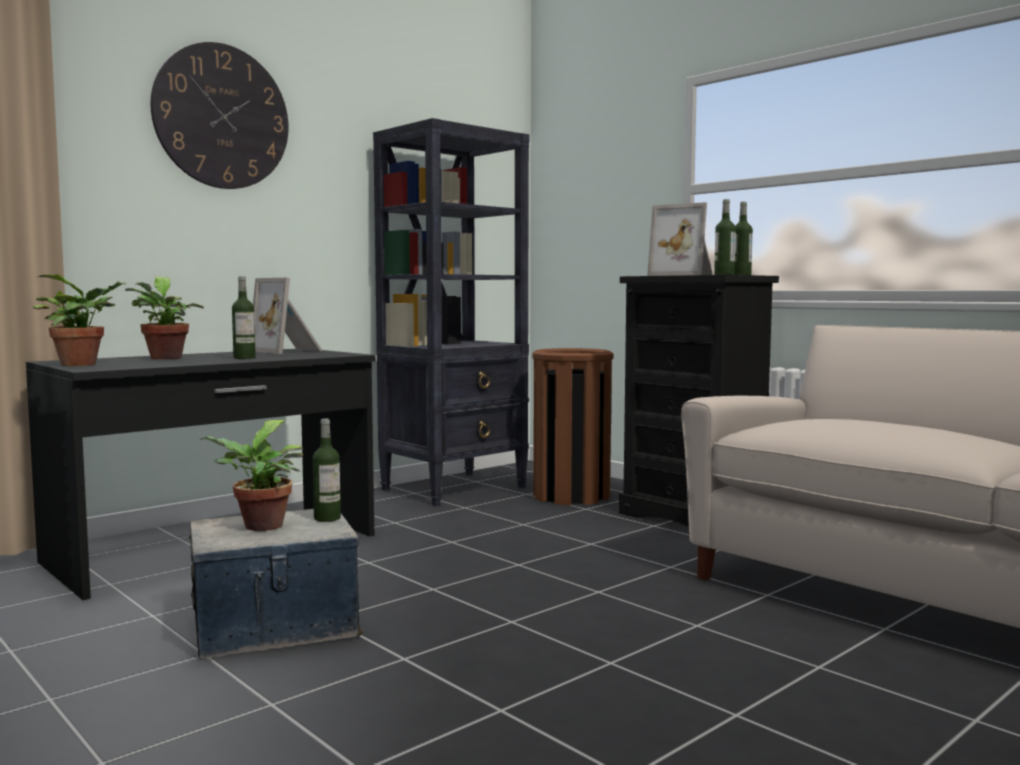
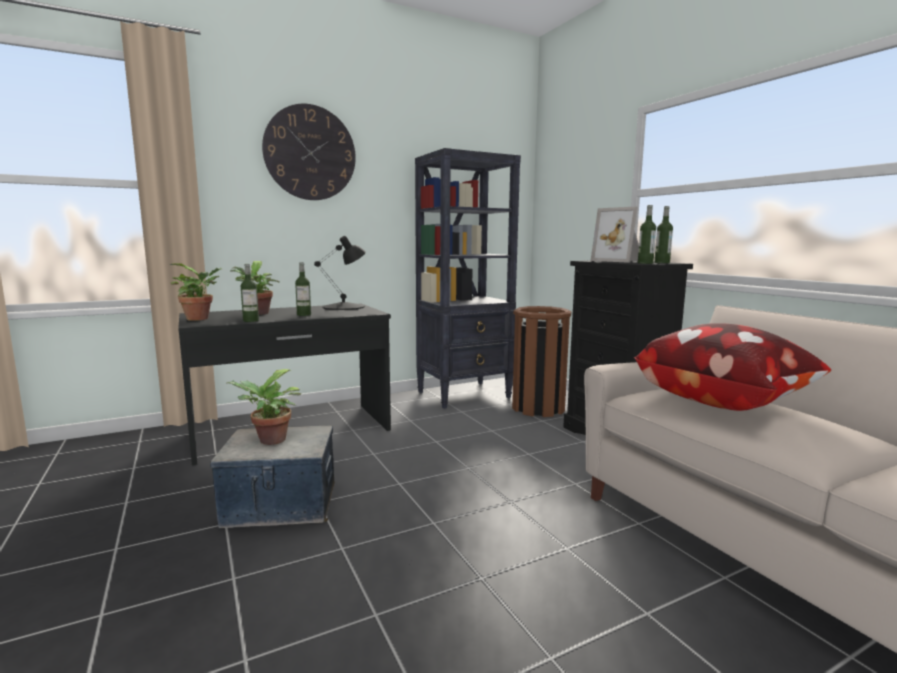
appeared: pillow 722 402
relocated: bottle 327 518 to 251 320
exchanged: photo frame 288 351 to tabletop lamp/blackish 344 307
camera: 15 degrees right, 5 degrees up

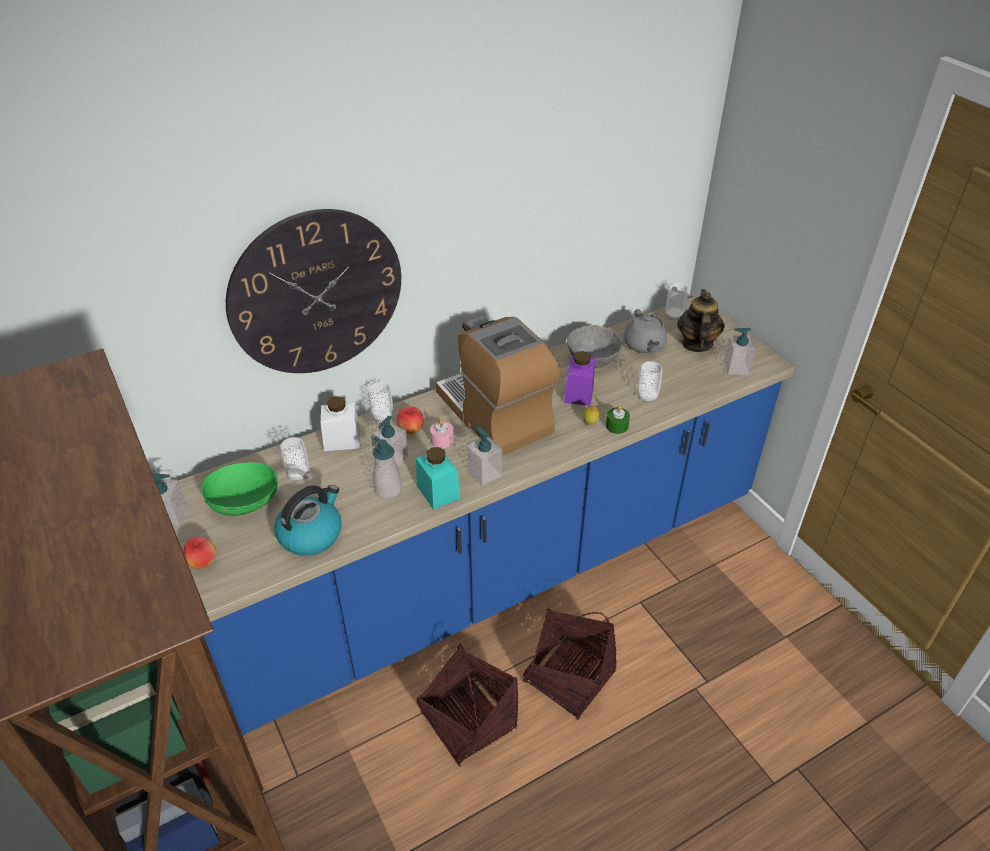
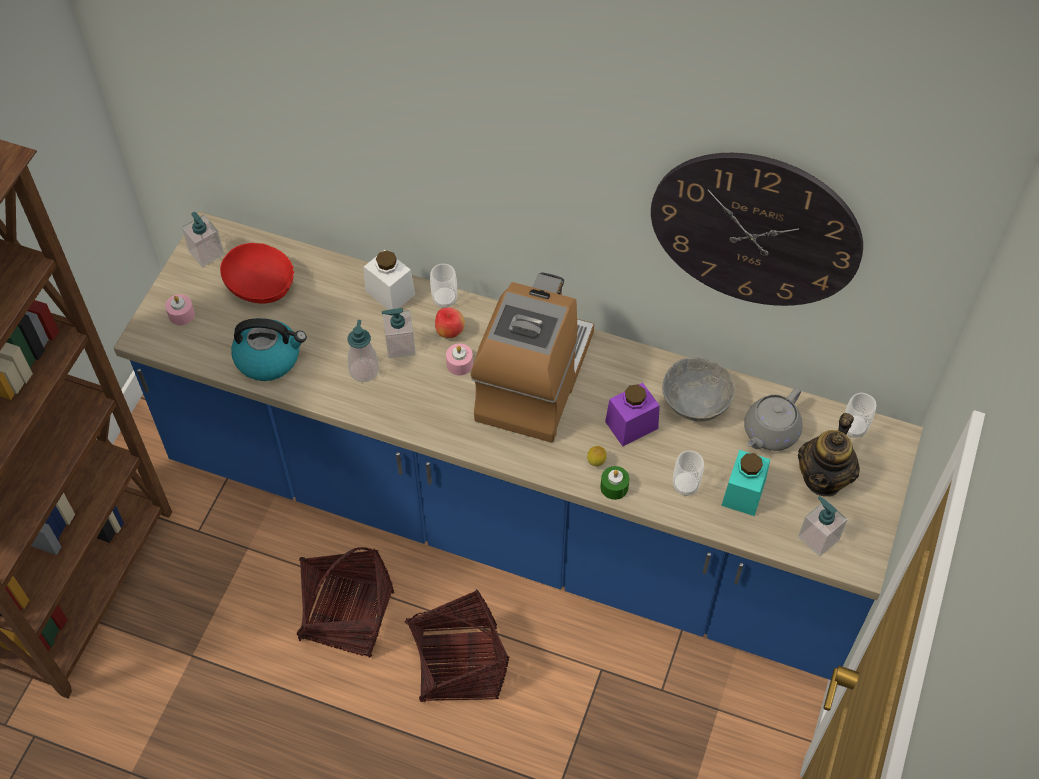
missing: cup 298 474; soap dispenser 484 473
relocated: wall clock 316 294 to 755 230; jar/turquoise-coloured 438 492 to 743 493
exchanged: apple 203 563 to wax light/pinkish 181 314
colour: bowl/green 245 502 to bowl/red 262 287
spun: pot for tea 696 344 = 824 478 150 degrees clockwise
camera: 50 degrees right, 15 degrees up

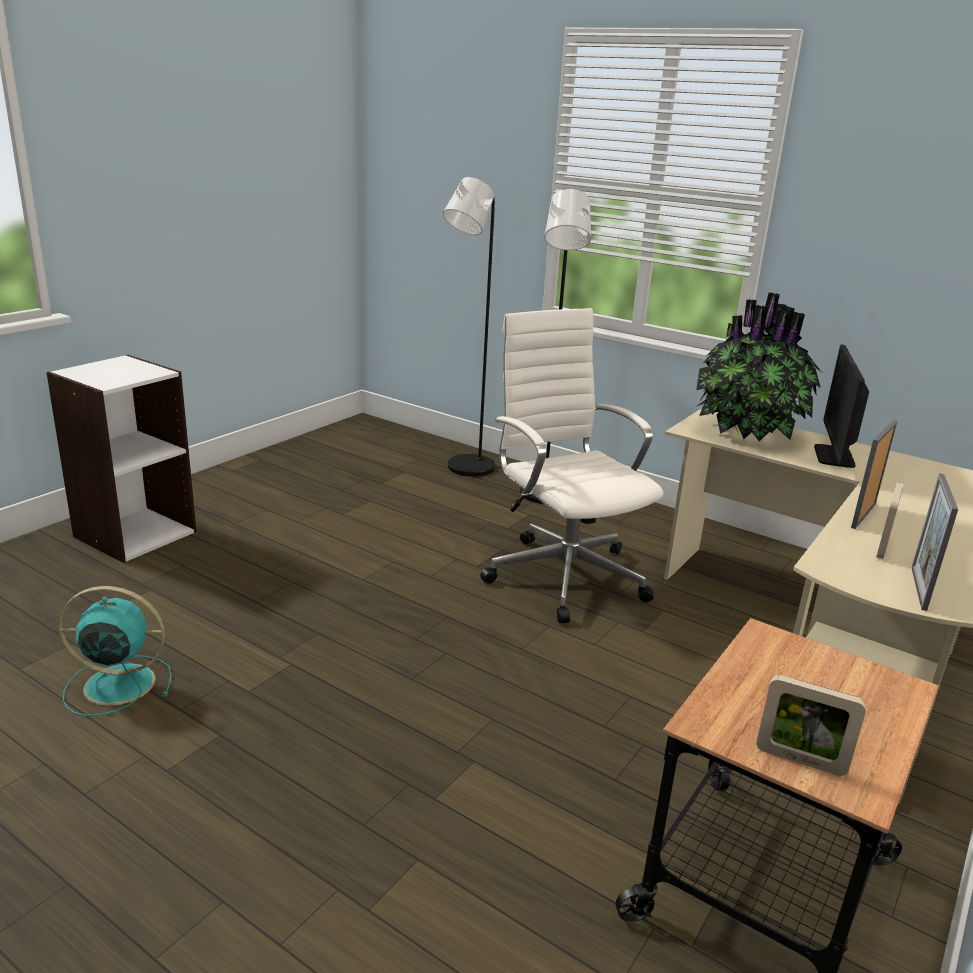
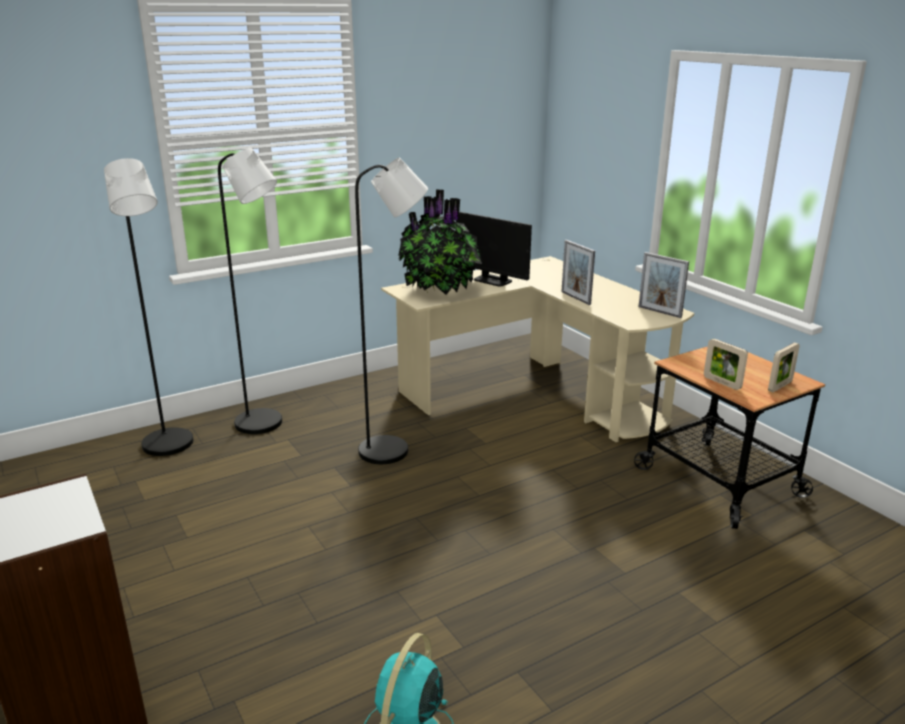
relocated: photo frame 882 547 to 722 383
exchanged: desk chair/white-coloured 564 574 to floor lamp/blackish 393 451
camera: 65 degrees left, 0 degrees up

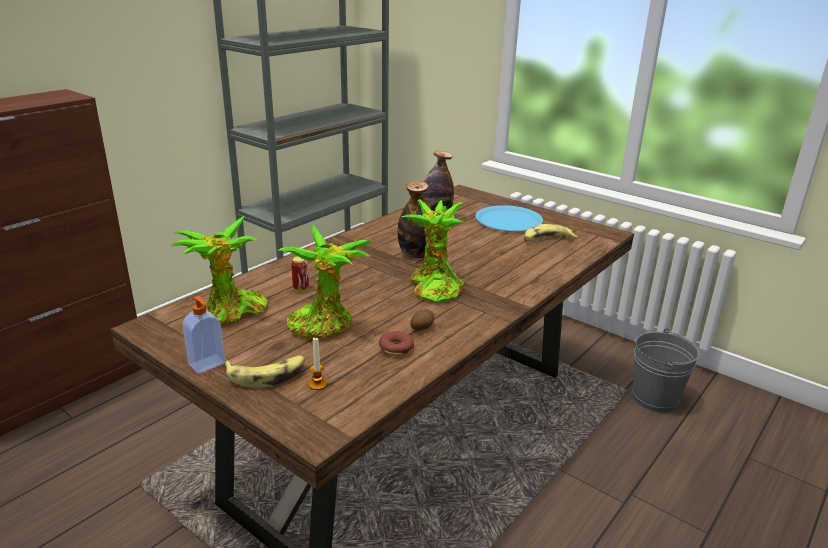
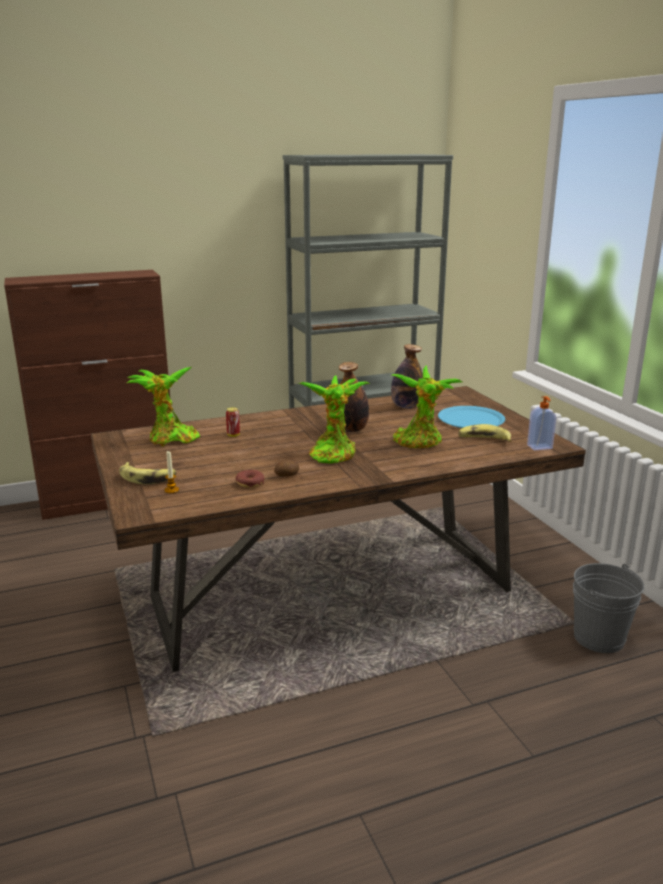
relocated: soap dispenser 207 364 to 540 447; potted plant 324 326 to 420 442
camera: 30 degrees right, 5 degrees down

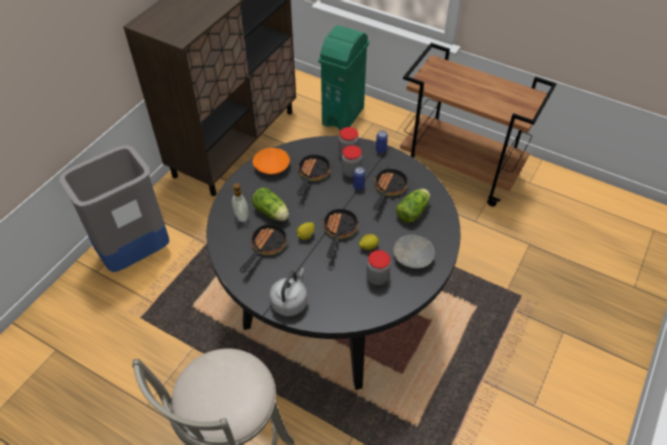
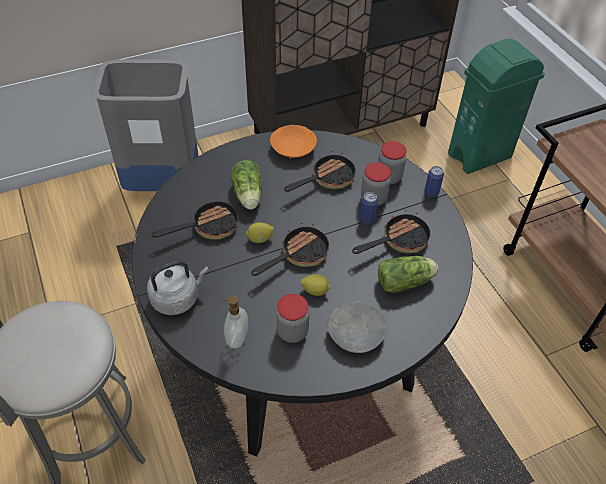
relocated: soap dispenser 241 216 to 236 338
camera: 35 degrees right, 0 degrees up

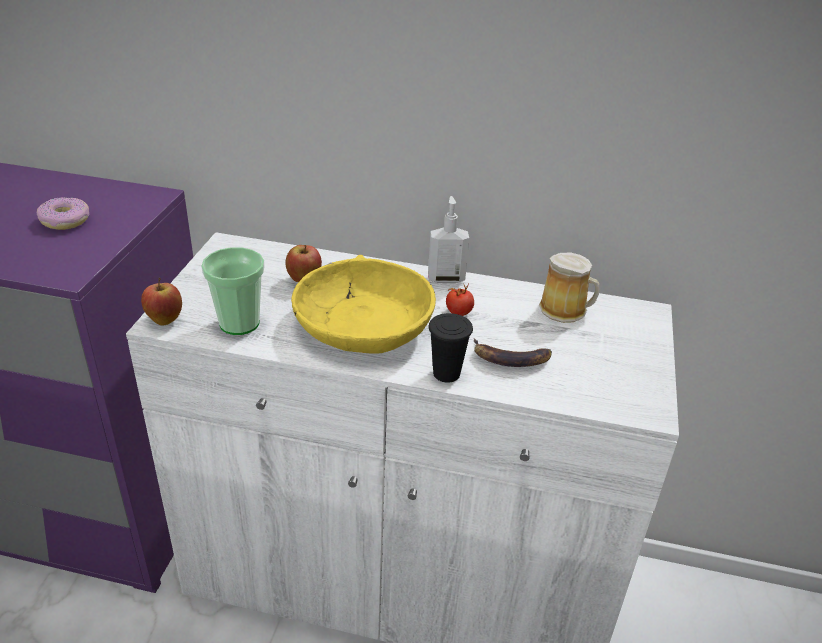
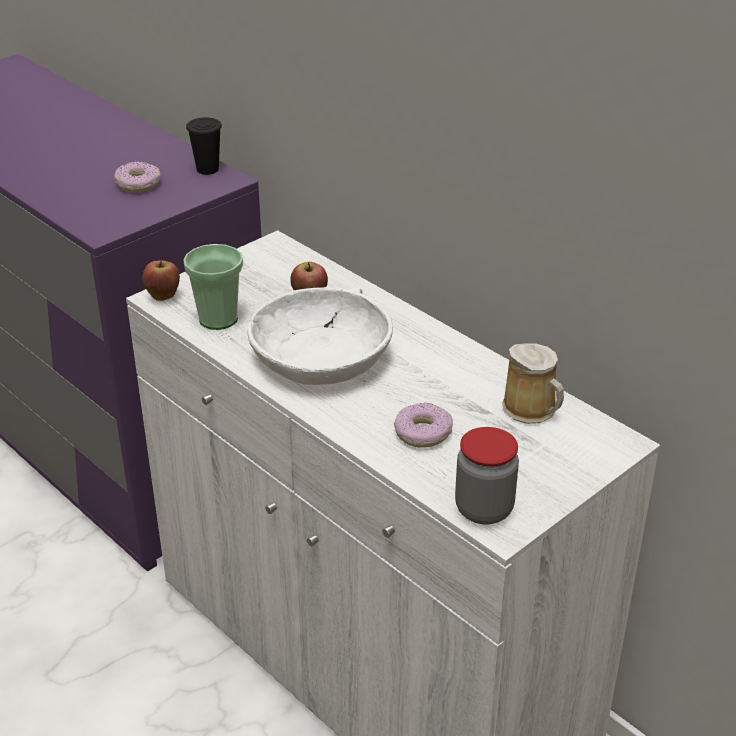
missing: soap dispenser 446 278; fresh tomato 458 312
appeared: jar 484 509
relocated: cup/blackish 446 373 to 207 169
exchanged: banana 510 358 to ring doughnut 422 432
colour: bowl/yellowish 363 324 to bowl/white-coloured 320 355
camera: 35 degrees right, 0 degrees up

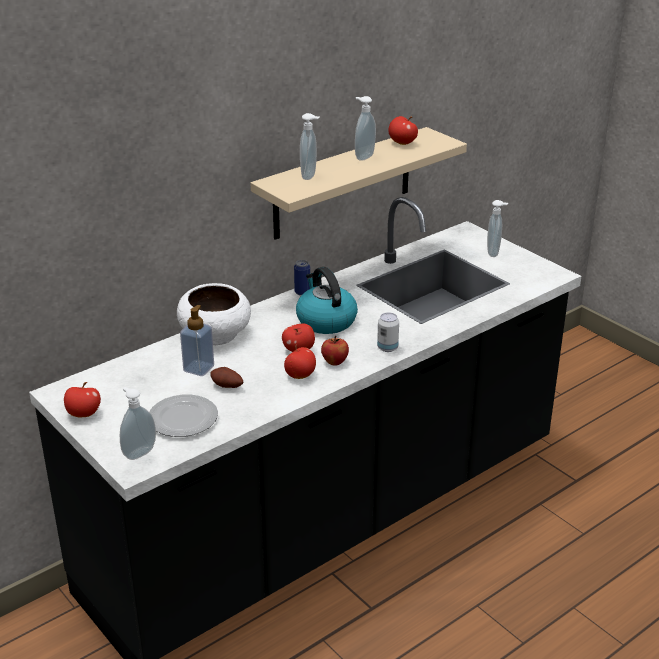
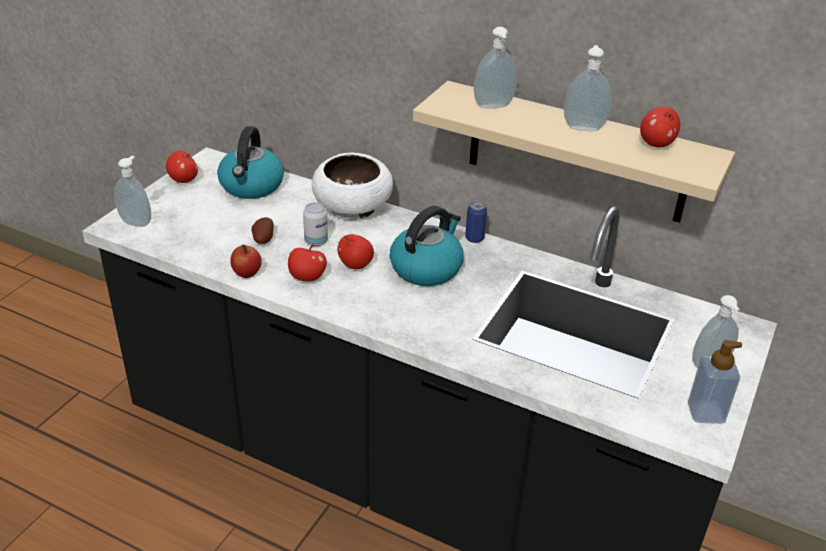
missing: dinner plate 182 419
appeared: water kettle 252 186
relocated: soap dispenser 199 368 to 706 412; apple 334 362 to 247 274; can 387 348 to 316 241
camera: 65 degrees right, 5 degrees up

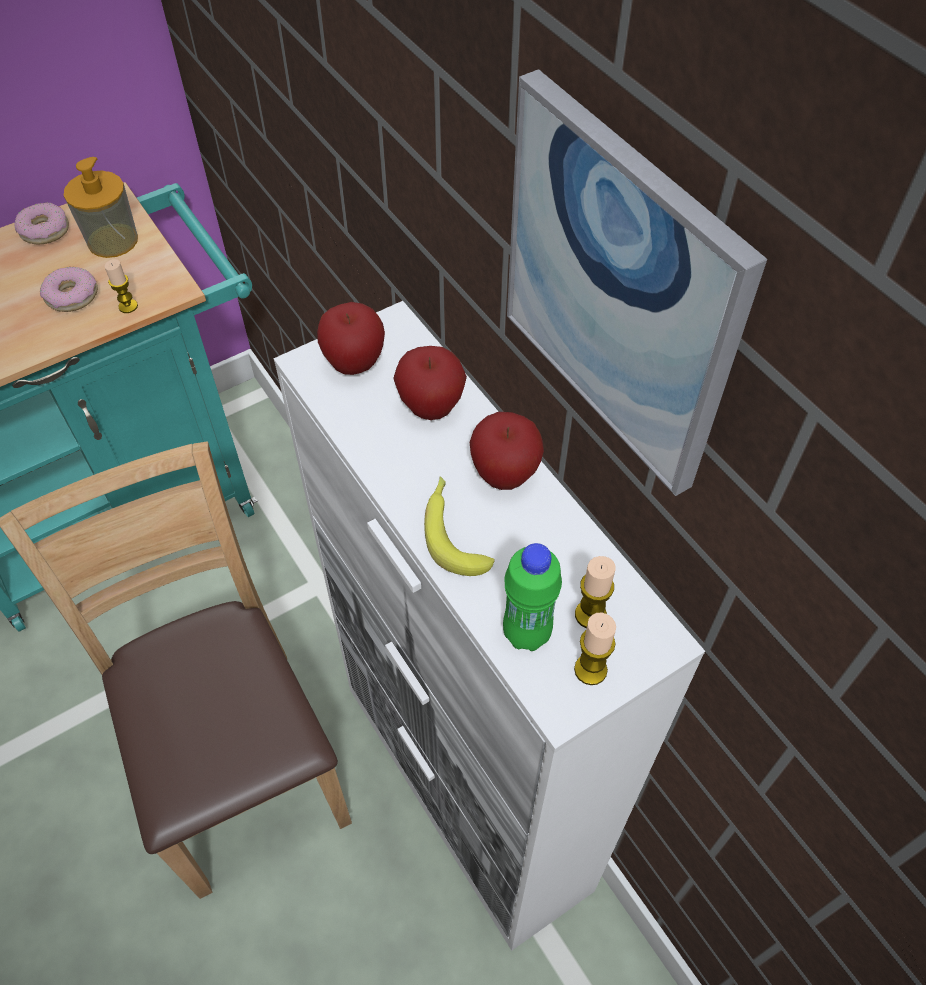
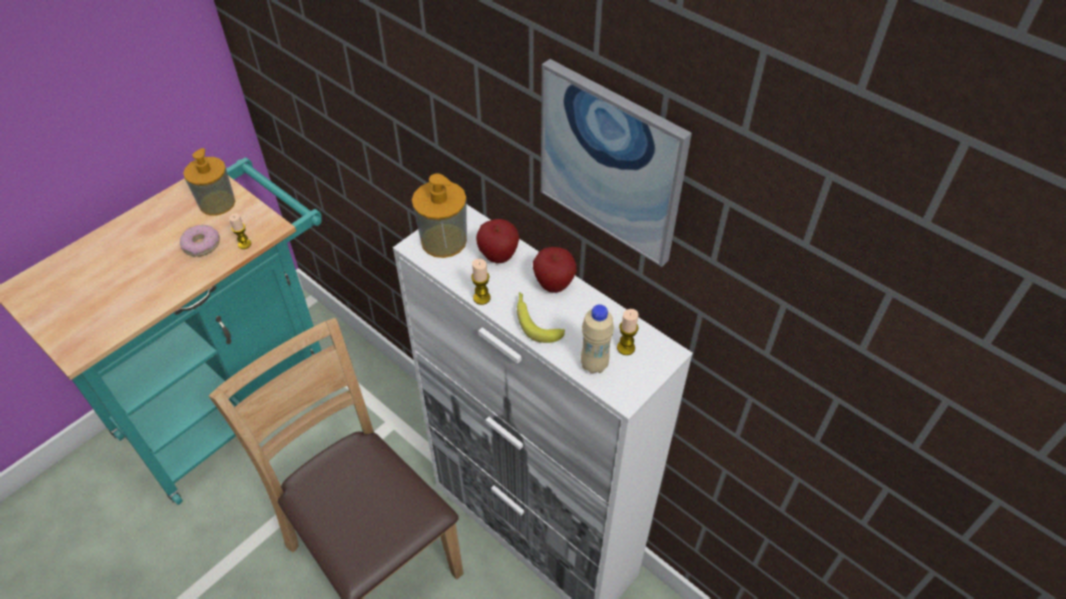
missing: ring doughnut 45 230
relocated: wax light 590 670 to 481 298
exchanged: apple 354 364 to soap dispenser 443 241
colour: bottle/green 526 633 to bottle/beige 594 365
camera: 15 degrees left, 5 degrees down

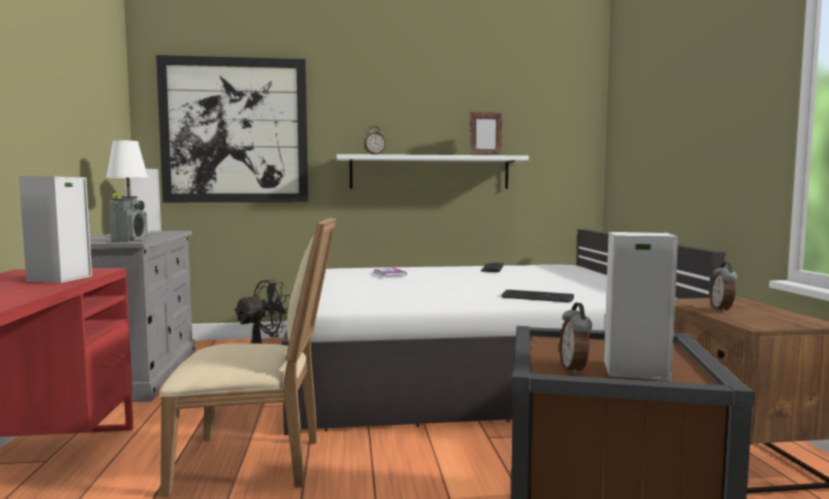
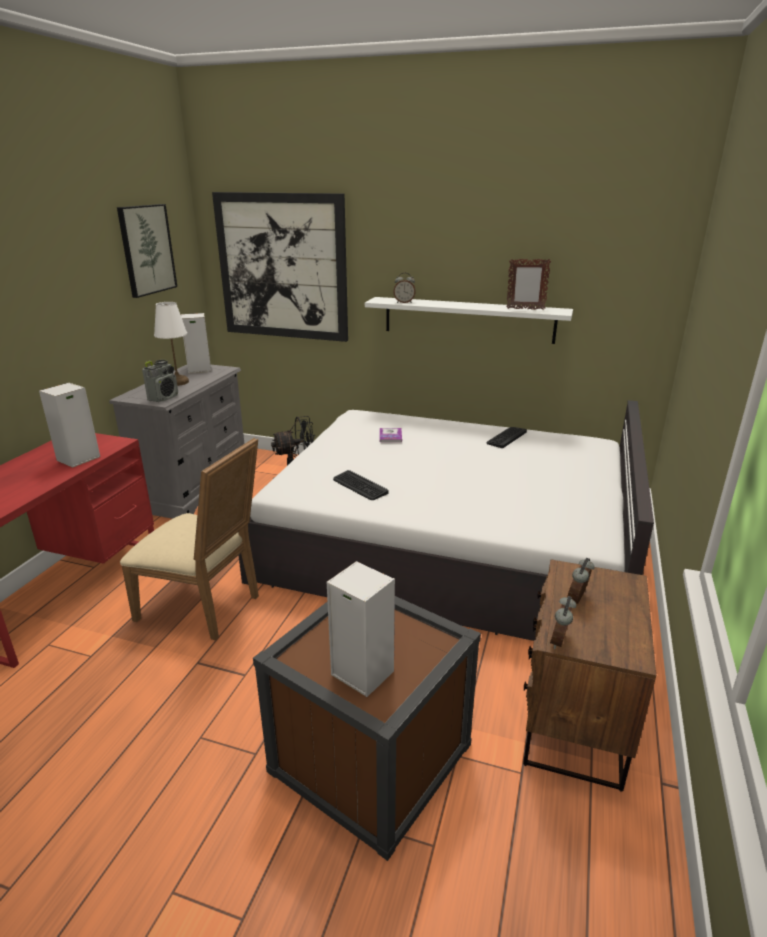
appeared: wall picture 146 250
relocated: PC keyboard 537 297 to 359 486; bedside clock 574 370 to 560 642
camera: 25 degrees right, 20 degrees up

